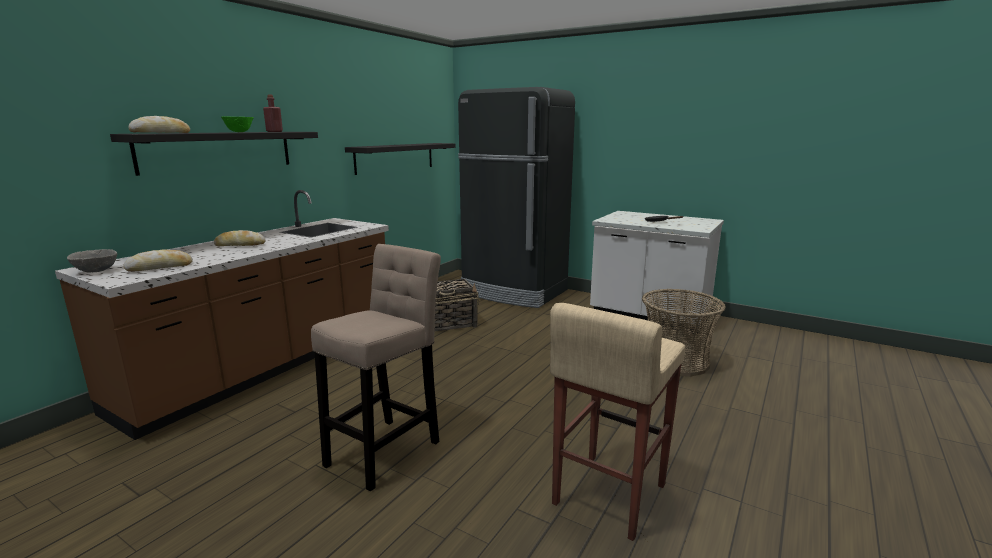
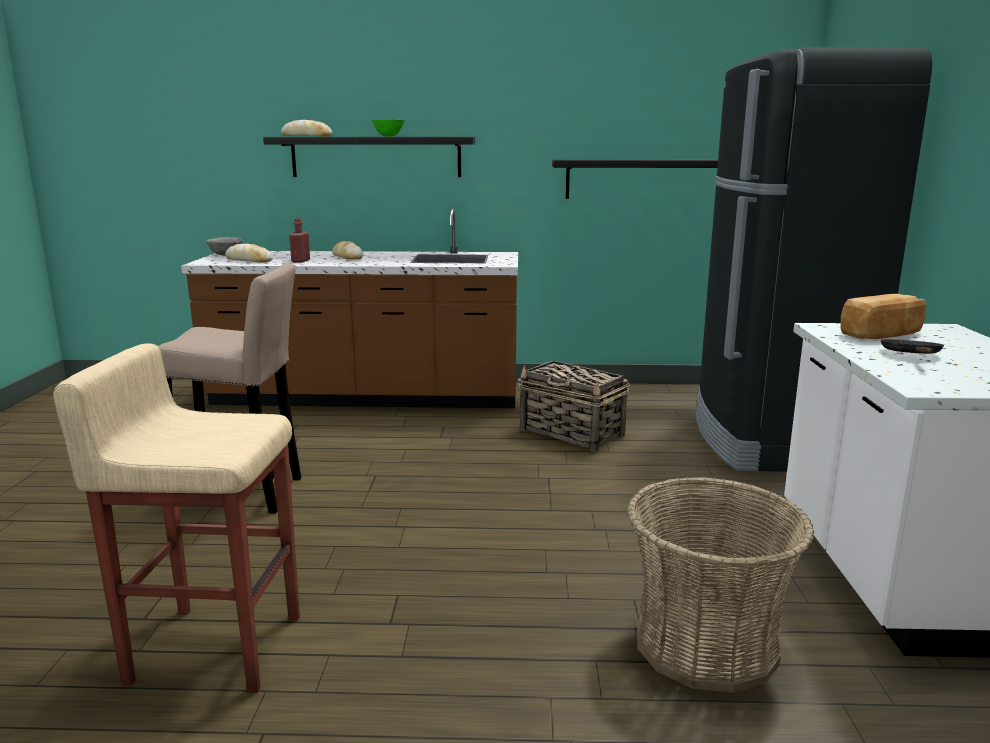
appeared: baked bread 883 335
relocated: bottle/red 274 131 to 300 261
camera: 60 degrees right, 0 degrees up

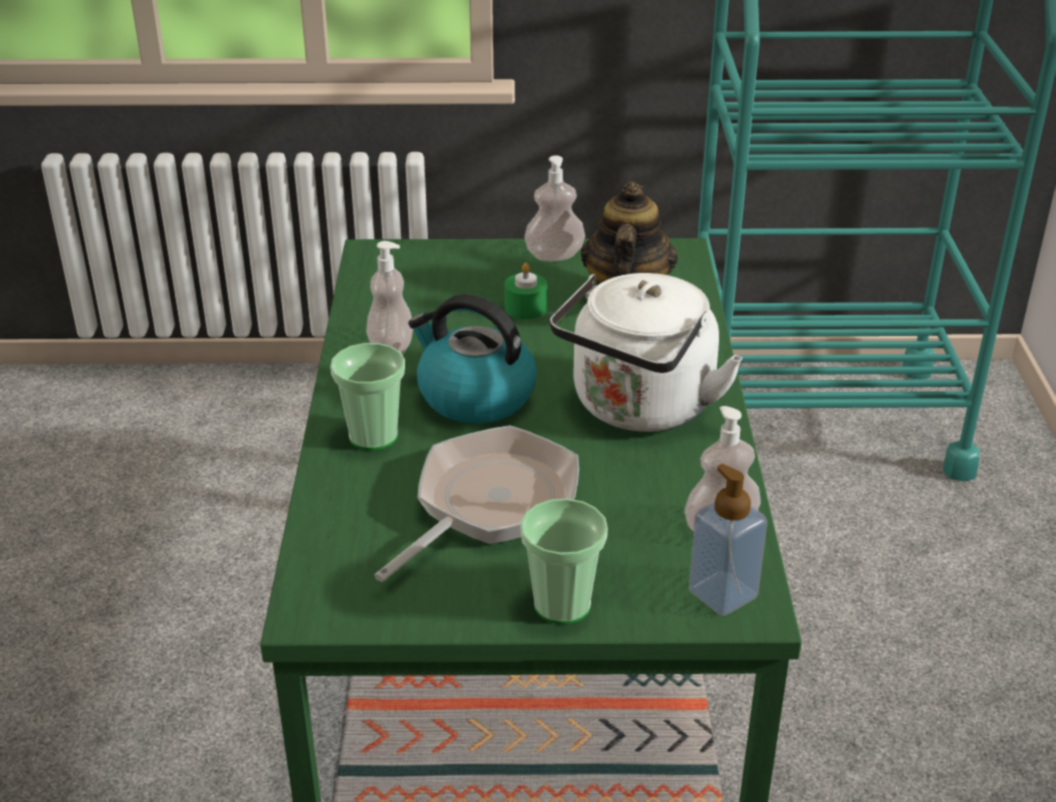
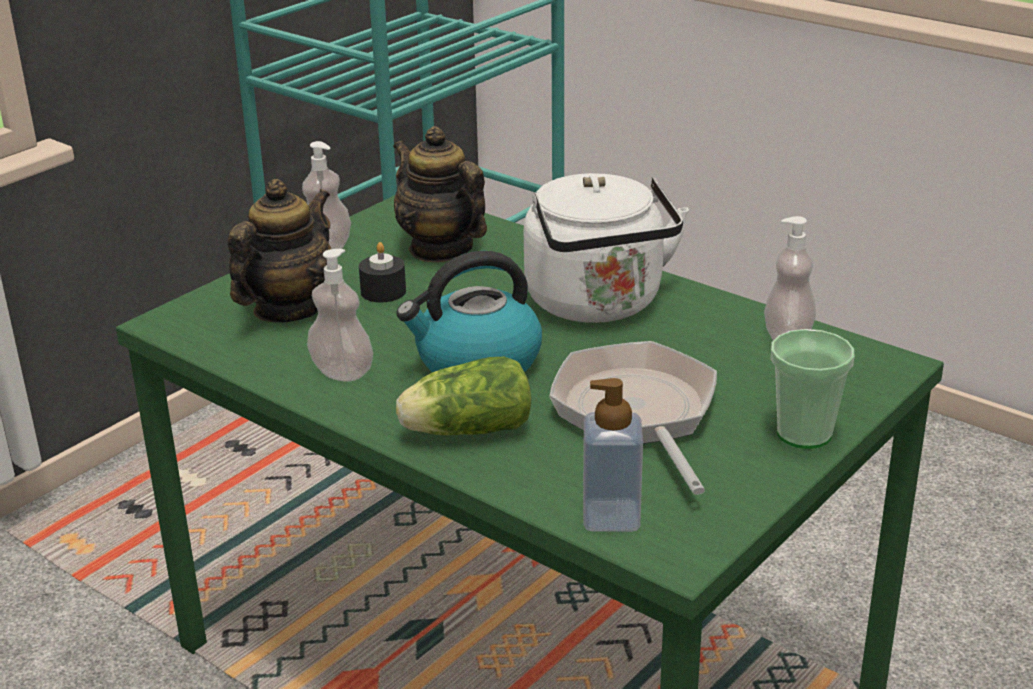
appeared: pot for tea 287 309
relocated: soap dispenser 723 594 to 611 516
exchanged: cup 373 436 to lettuce head 464 430
colour: wax light/green 525 308 to wax light/blackish 383 291
camera: 50 degrees left, 5 degrees down

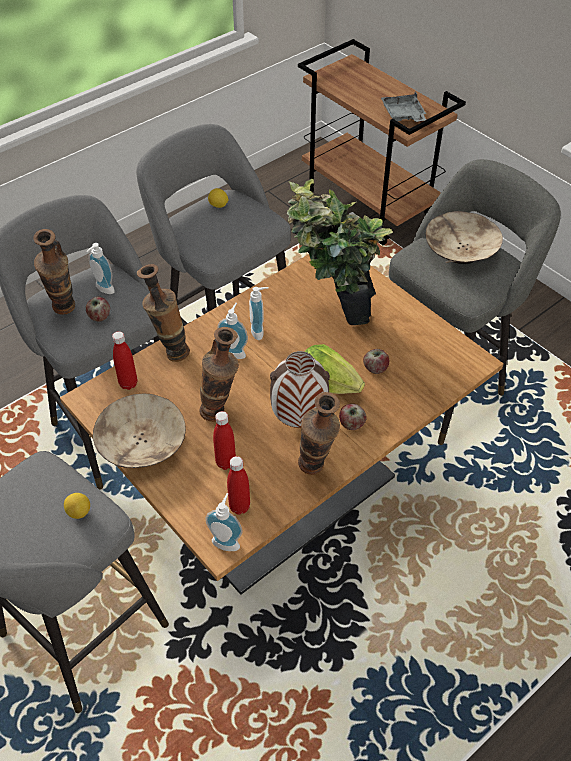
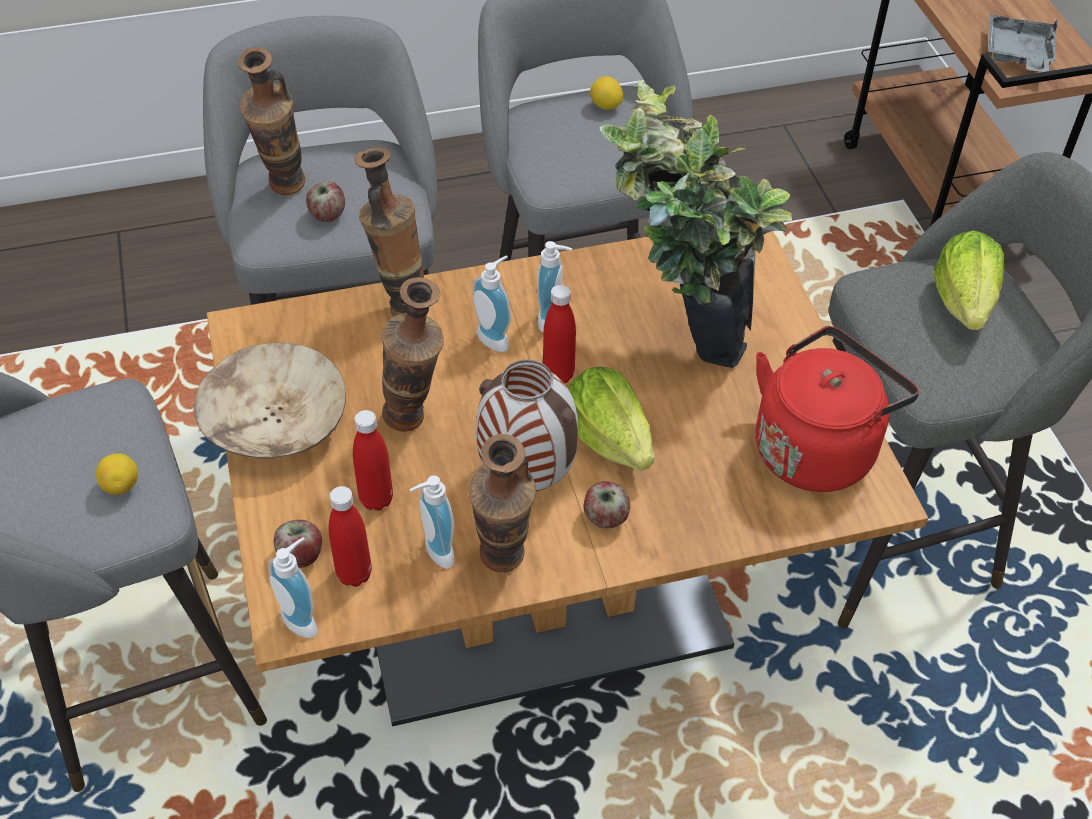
appeared: water kettle/red 817 447
relocated: soap dispenser 103 290 to 434 552; bottle/red 128 383 to 558 375; apple 375 368 to 301 555
exchanged: bowl/beige 460 250 to lettuce head 964 302
camera: 25 degrees right, 0 degrees up

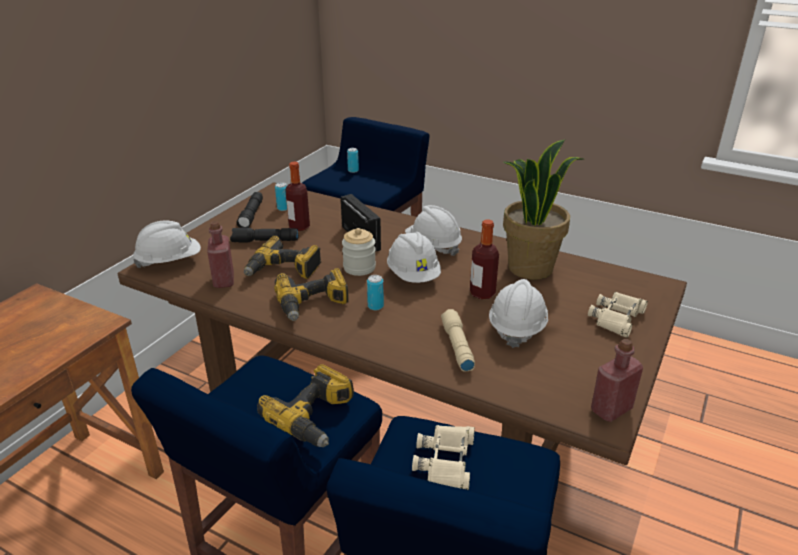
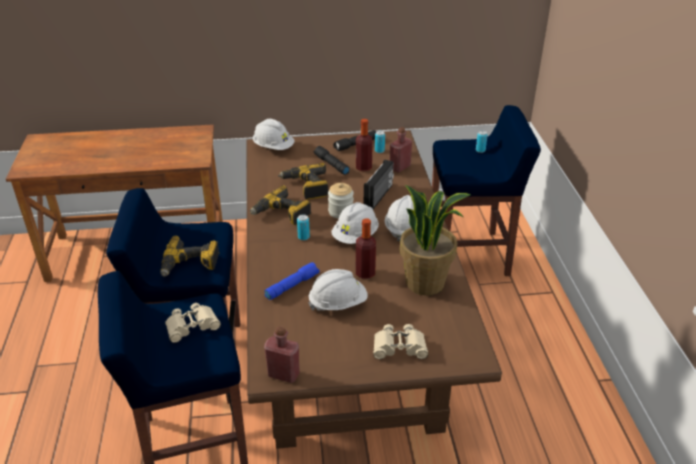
relocated: bottle/red 224 280 to 399 167
colour: hand torch/beige 456 346 to hand torch/bluish 292 285
camera: 55 degrees right, 5 degrees up

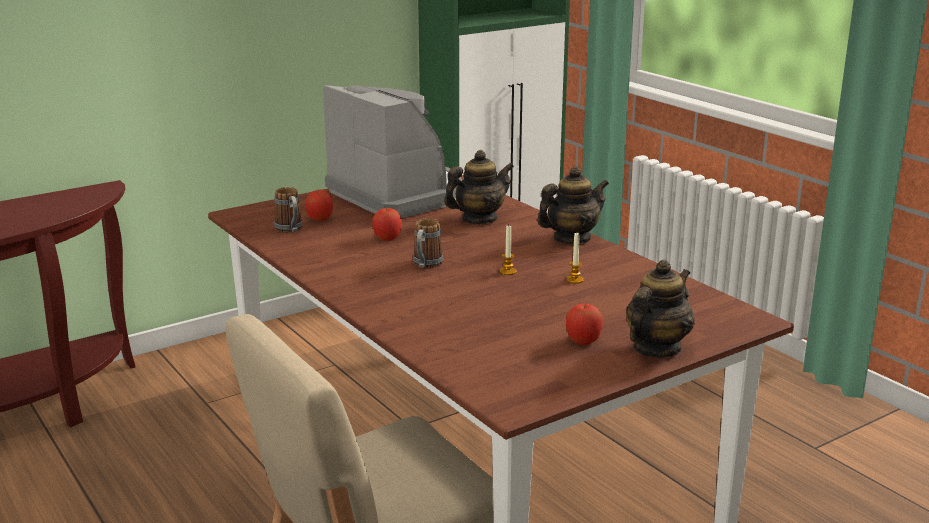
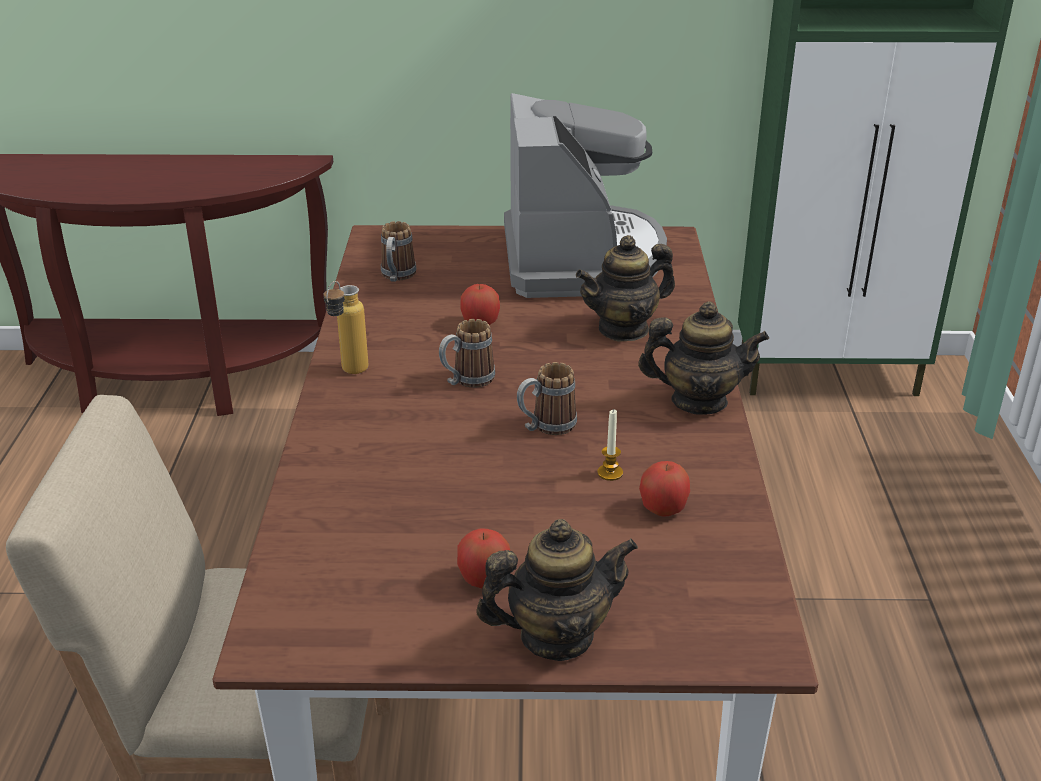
appeared: bottle 349 373
relocated: apple 320 219 to 663 509
exchanged: wax light 507 271 to mug 546 427
spun: pot for tea 479 219 = 624 329 150 degrees clockwise
camera: 35 degrees right, 10 degrees up

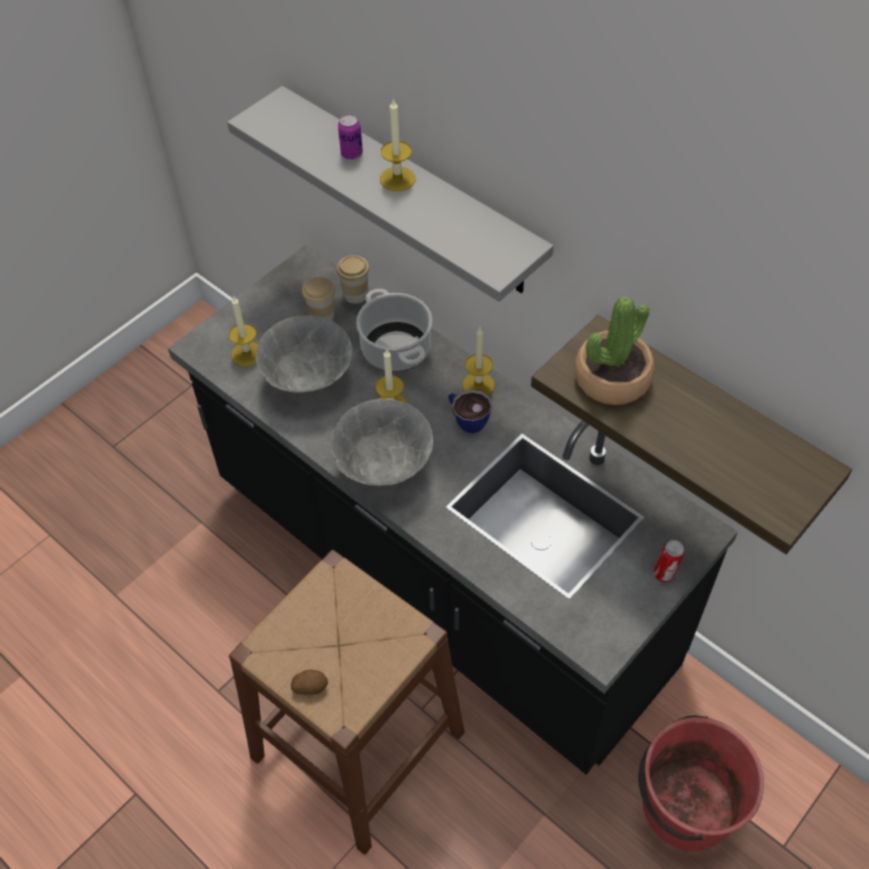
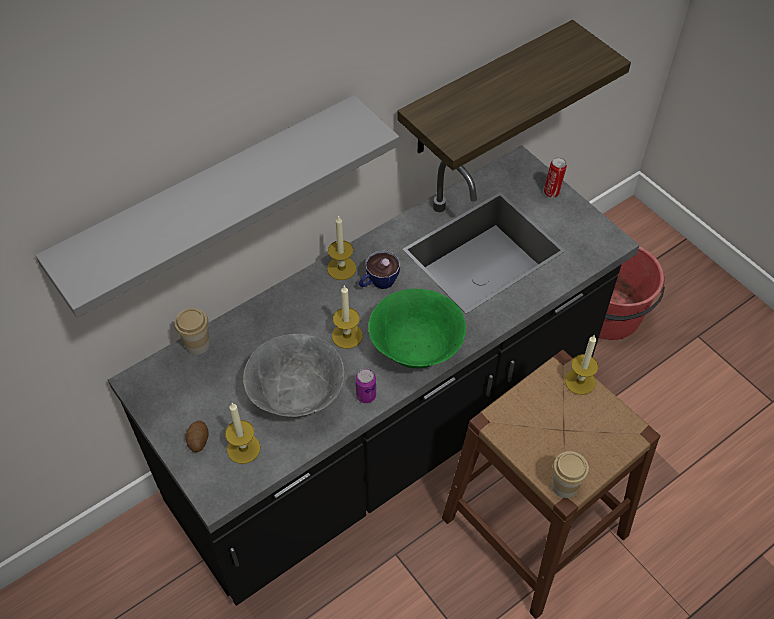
missing: saucepot 397 349; potted plant 612 378
relocated: spud 310 686 to 198 440; cup 322 316 to 564 486; can 351 154 to 366 395; wax light 397 179 to 580 381
colour: bowl/gray 384 469 to bowl/green 417 351
camera: 80 degrees left, 0 degrees up

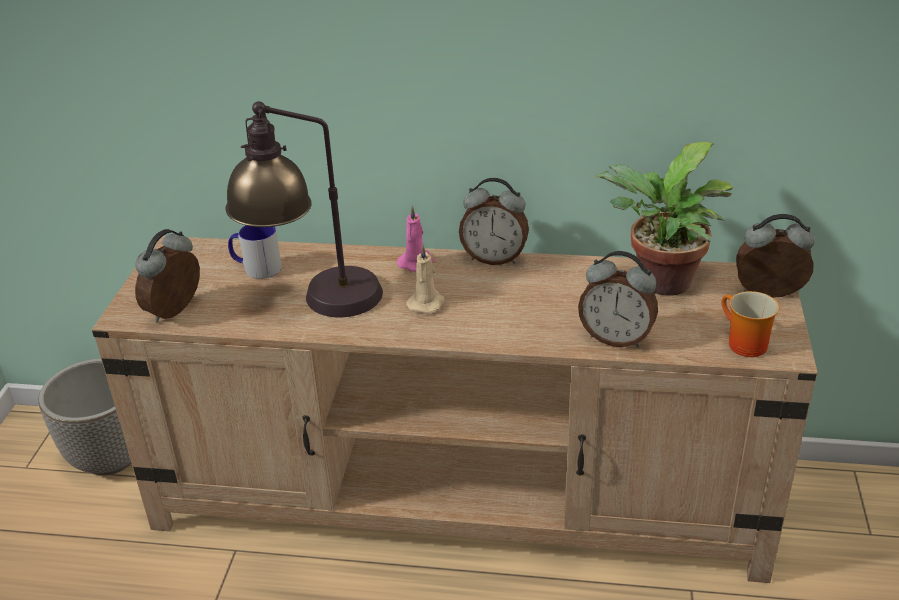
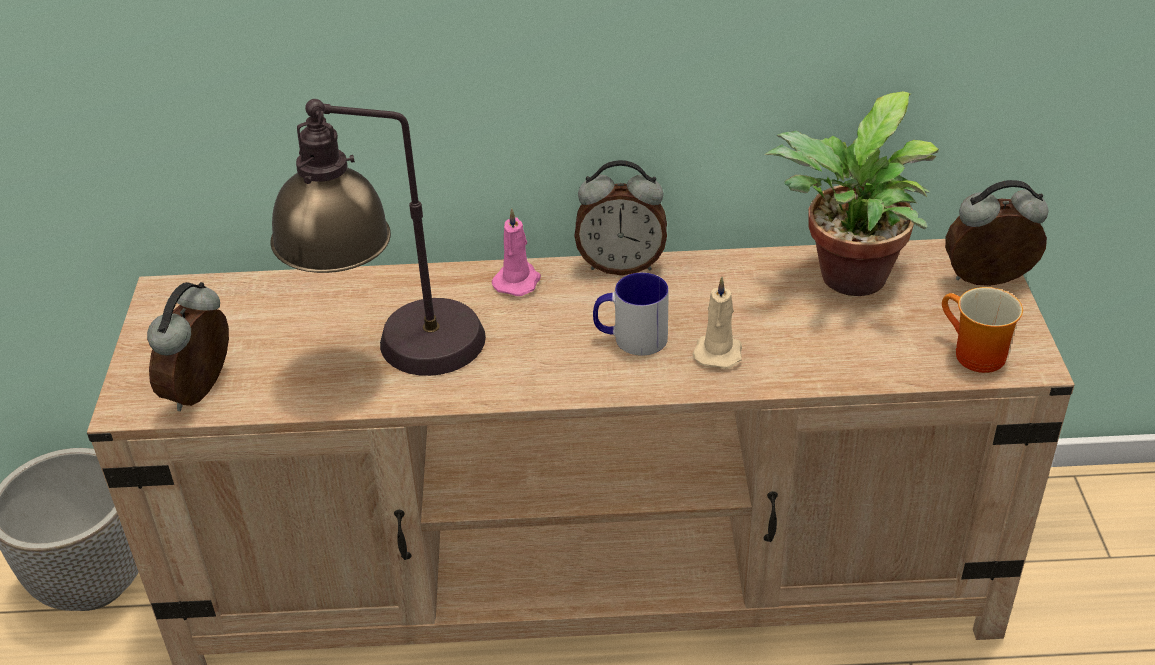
missing: bedside clock 616 338
relocated: mug 256 268 to 630 338; wax light/beige 426 303 to 718 351
camera: 10 degrees left, 5 degrees up

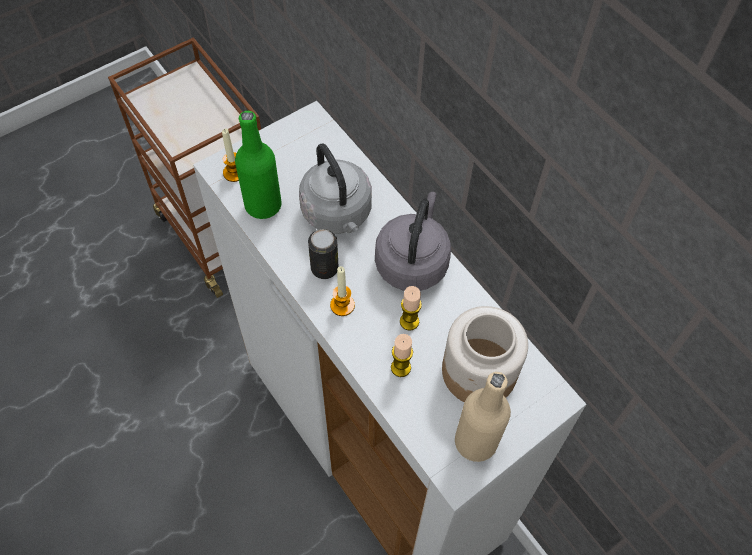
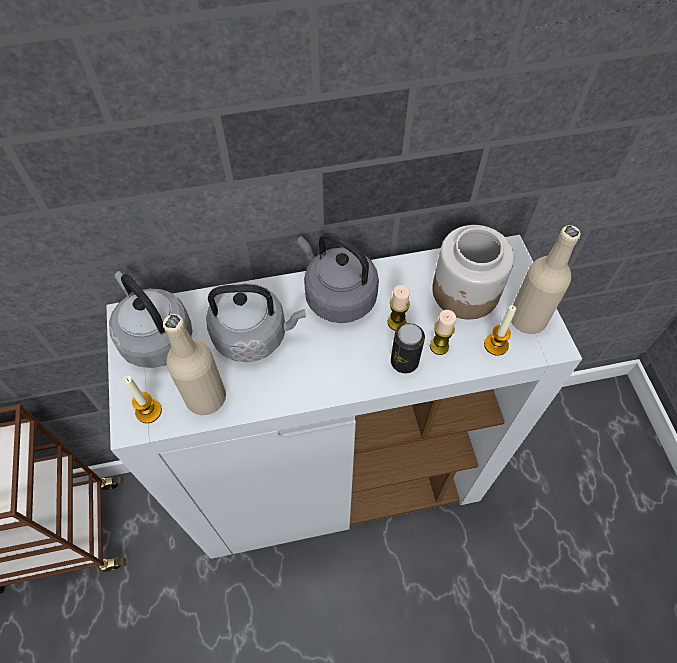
appeared: water kettle/gray 155 337
relocated: can 324 268 to 404 361; wax light 342 305 to 496 345
colour: bottle/green 263 205 to bottle/beige 206 397
camera: 65 degrees left, 0 degrees up

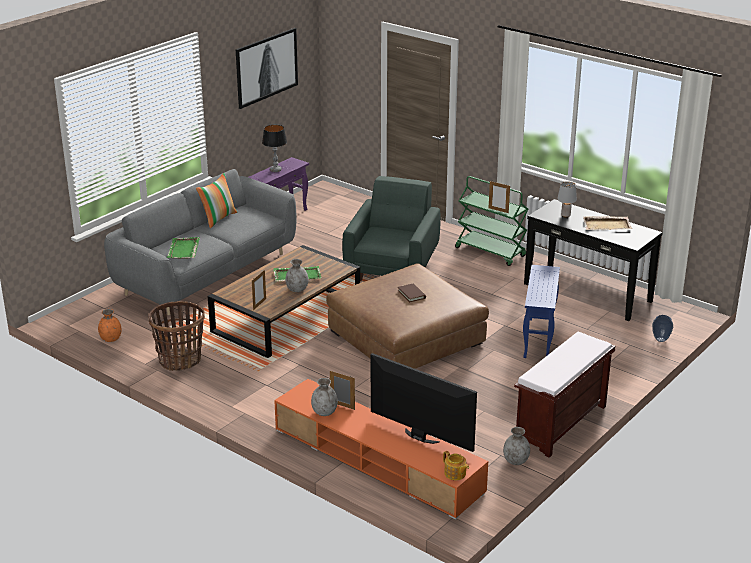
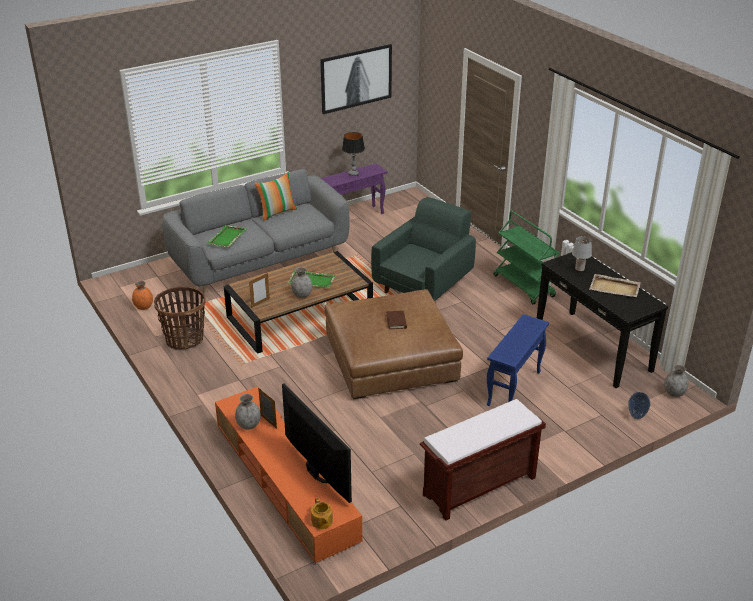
missing: photo frame 498 210
relocated: vase/gray 515 461 to 674 393
camera: 20 degrees right, 5 degrees up

